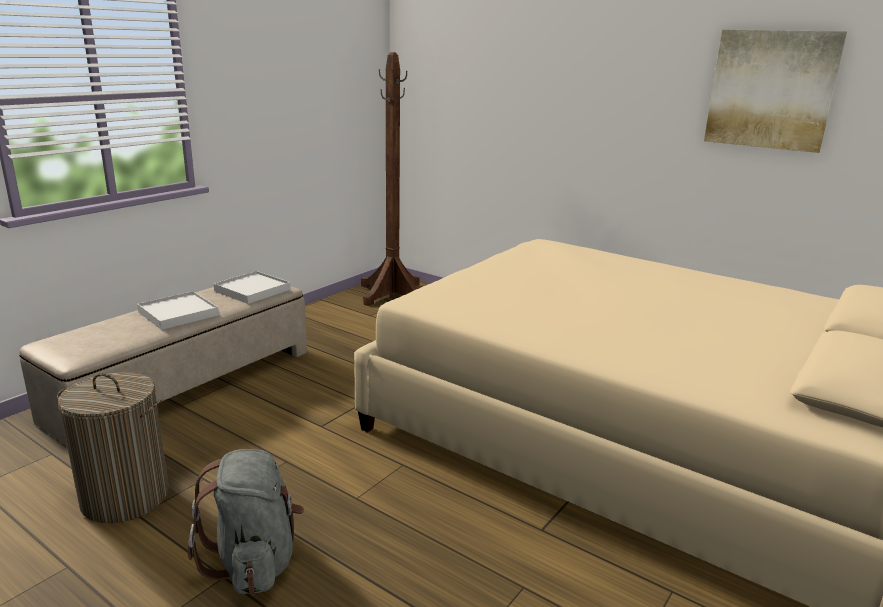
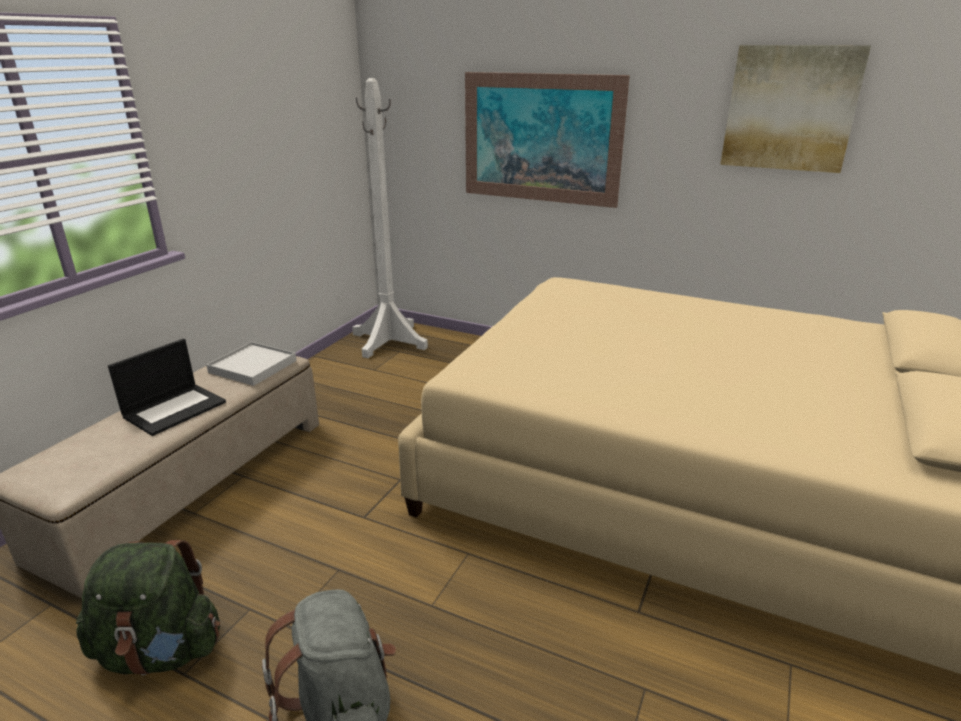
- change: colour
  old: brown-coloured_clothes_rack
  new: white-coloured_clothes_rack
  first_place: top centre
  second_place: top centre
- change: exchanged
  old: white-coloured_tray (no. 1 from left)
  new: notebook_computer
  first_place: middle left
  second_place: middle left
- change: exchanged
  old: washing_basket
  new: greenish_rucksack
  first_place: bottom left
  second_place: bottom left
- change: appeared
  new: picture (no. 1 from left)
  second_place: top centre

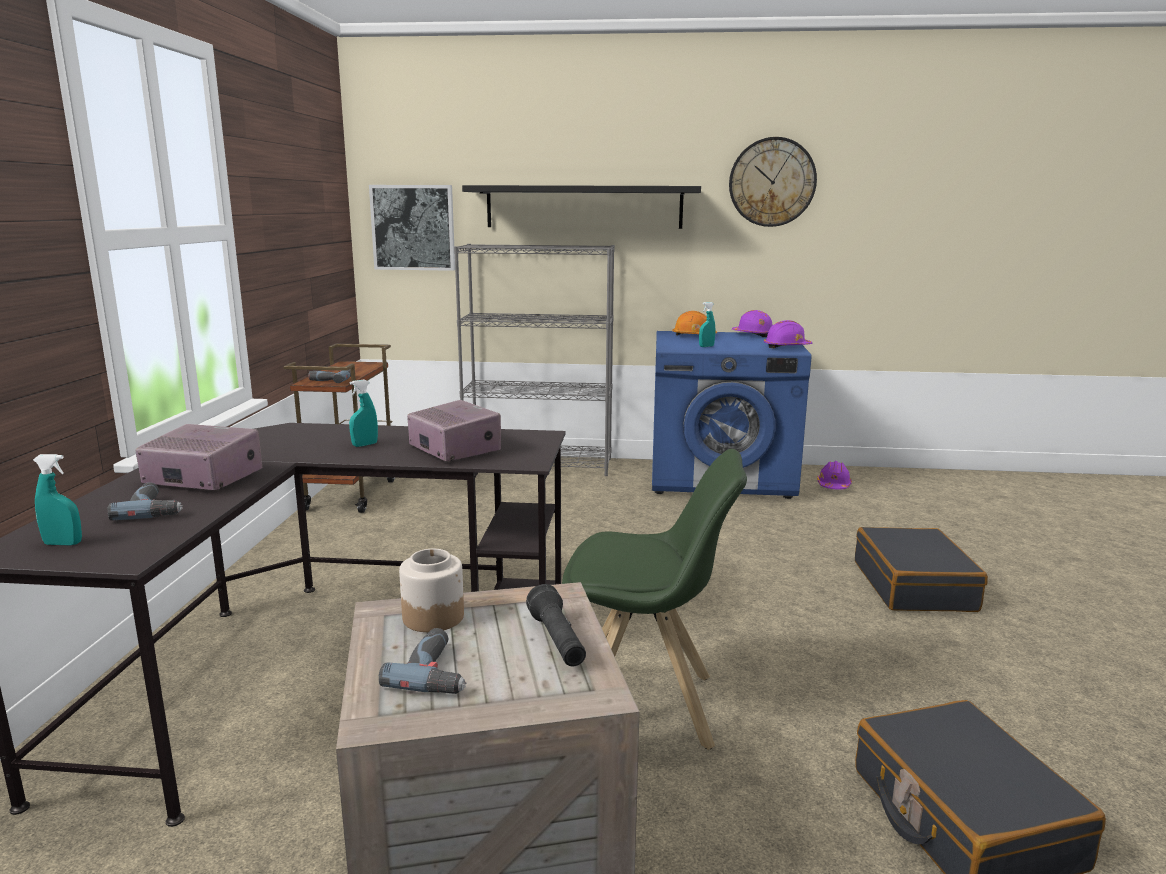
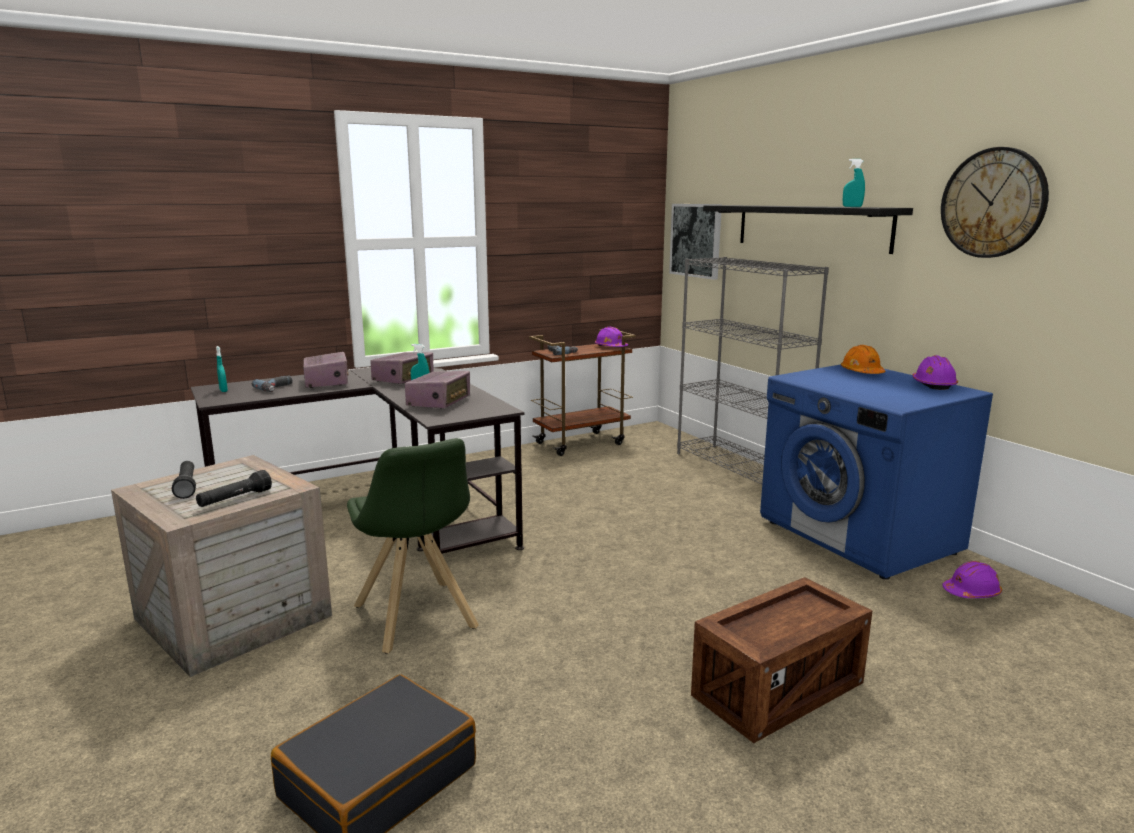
- change: relocated
  old: turquoise-coloured_sprayer (no. 3 from left)
  first_place: centre
  second_place: top right
- change: relocated
  old: purple_safety_helmet (no. 2 from left in the first image)
  new: purple_safety_helmet (no. 1 from left)
  first_place: middle right
  second_place: centre
- change: exchanged
  old: blackish_piece_of_luggage (no. 1 from left)
  new: shipping_crate (no. 2 from left)
  first_place: middle right
  second_place: bottom right
- change: missing
  old: preserve_jar
  first_place: bottom centre
- change: exchanged
  old: drill (no. 3 from left)
  new: blackish_hand_torch (no. 1 from left)
  first_place: bottom centre
  second_place: middle left
- change: appeared
  new: radio_receiver (no. 2 from left)
  second_place: centre

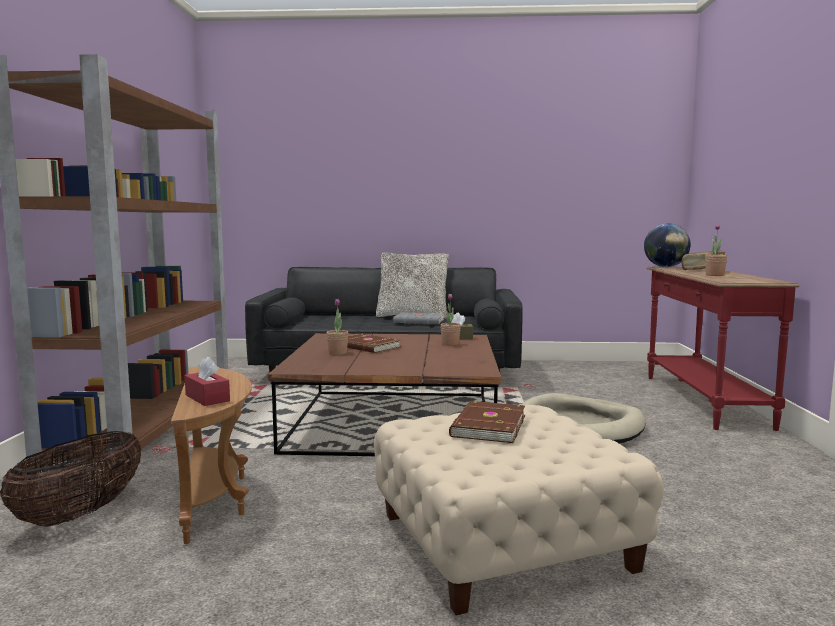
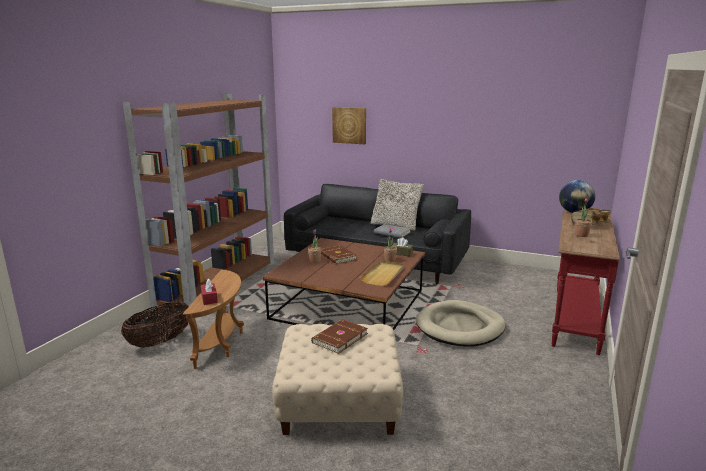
- change: appeared
  new: picture
  second_place: top centre
- change: appeared
  new: sand-coloured_tray
  second_place: centre

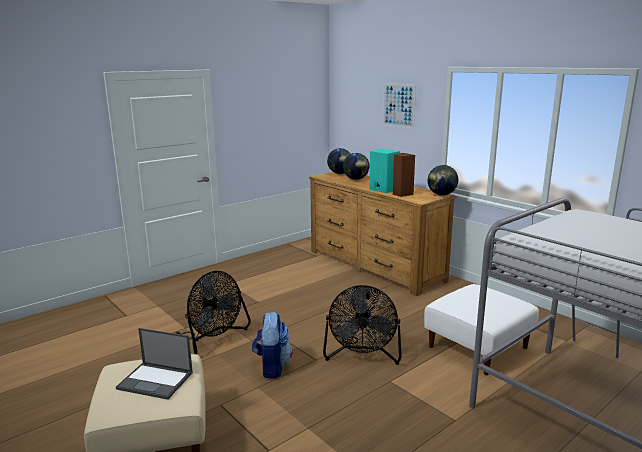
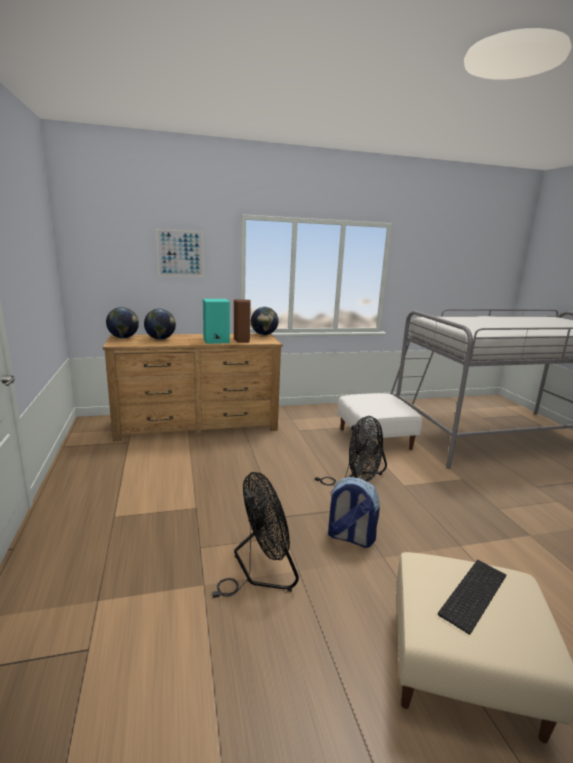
- change: exchanged
  old: notebook_computer
  new: PC_keyboard
  first_place: bottom left
  second_place: bottom right

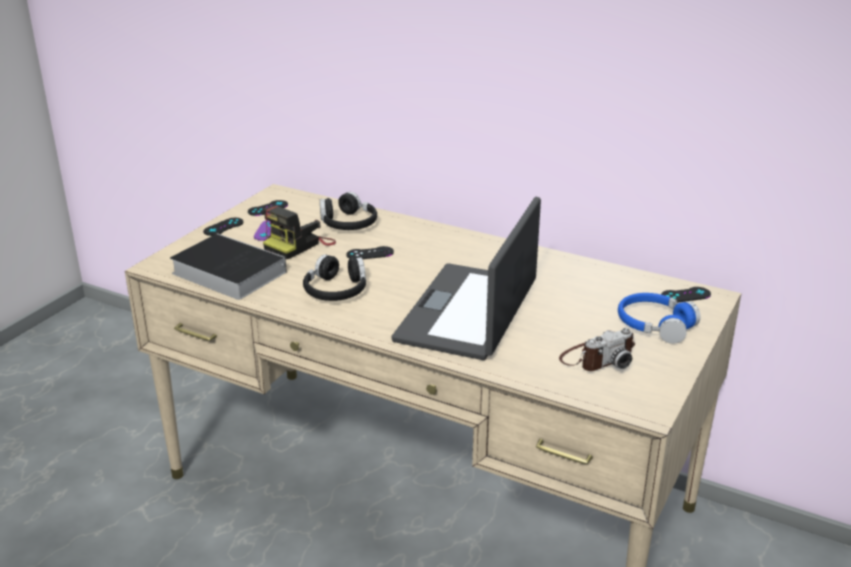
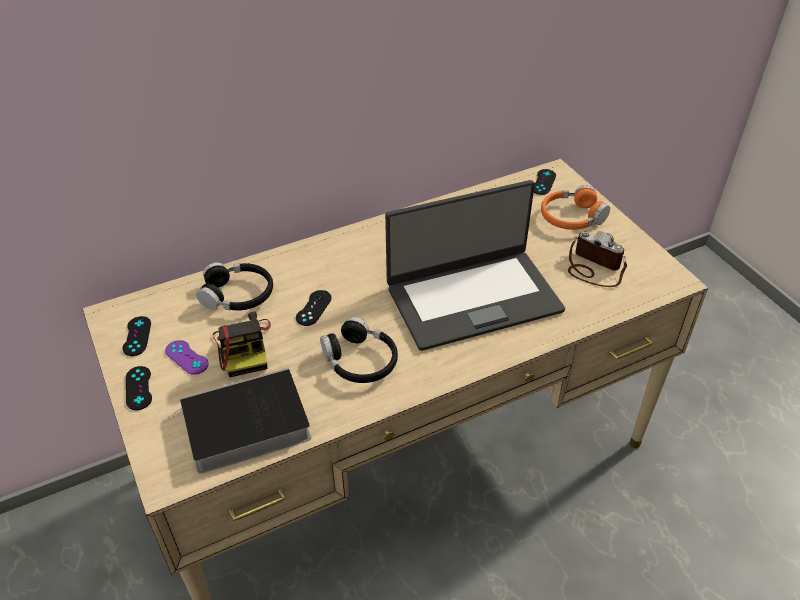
- change: spun
  old: notebook_computer
  first_place: centre
  second_place: centre
  degrees: -75
- change: colour
  old: bluish_pair_of_headphones
  new: orange-coloured_pair_of_headphones
  first_place: middle right
  second_place: middle right
- change: spun
  old: still_camera (no. 2 from left)
  first_place: middle right
  second_place: middle right
  degrees: -60

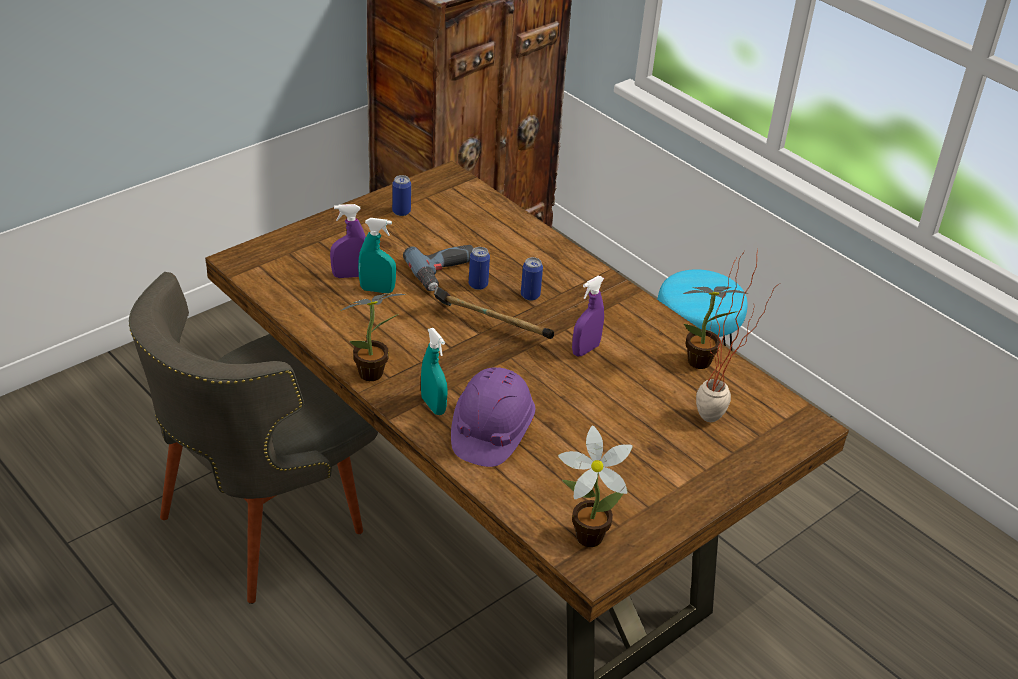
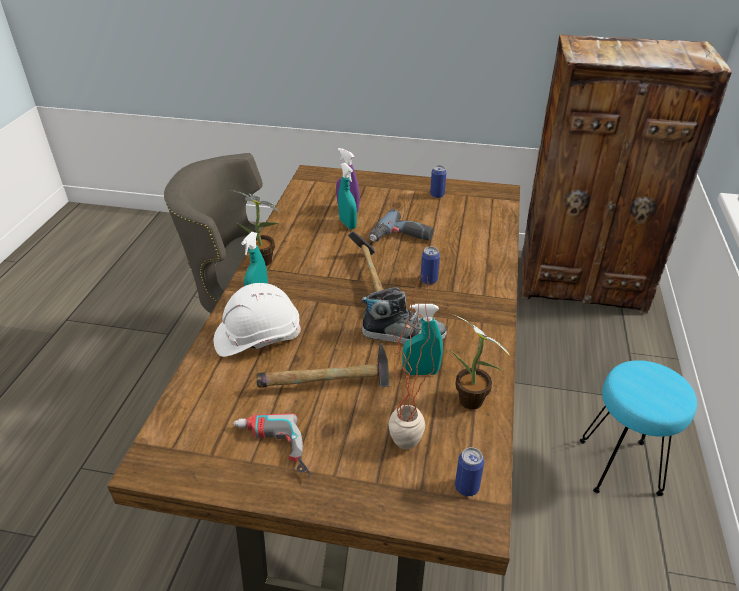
- change: relocated
  old: can (no. 2 from left in the first image)
  new: can (no. 3 from left)
  first_place: centre
  second_place: bottom centre
- change: exchanged
  old: purple_sprayer (no. 2 from left)
  new: low_shoe
  first_place: centre
  second_place: centre
- change: colour
  old: purple_safety_helmet
  new: white-coloured_safety_helmet
  first_place: centre
  second_place: centre
- change: missing
  old: houseplant (no. 2 from left)
  first_place: bottom centre
- change: appeared
  new: turquoise-coloured_sprayer (no. 3 from left)
  second_place: centre
- change: appeared
  new: hammer (no. 1 from left)
  second_place: centre
- change: appeared
  new: drill (no. 1 from left)
  second_place: bottom centre

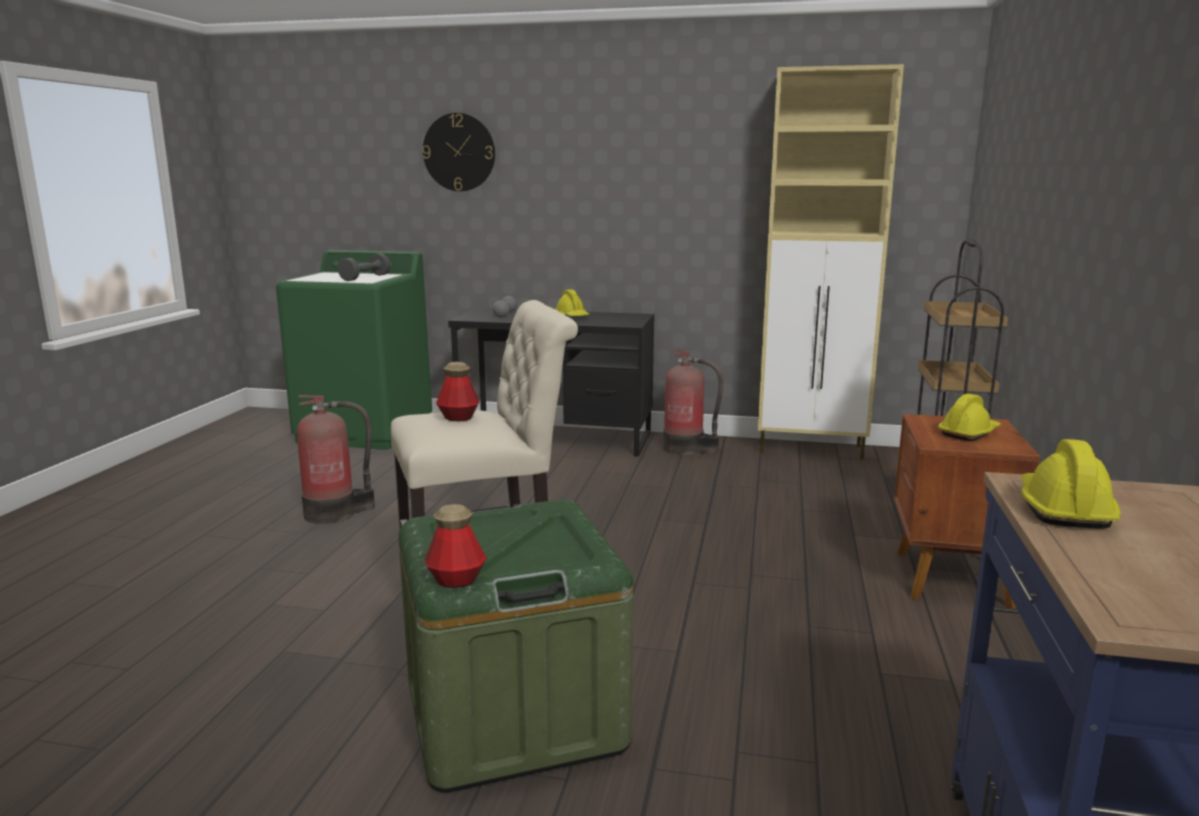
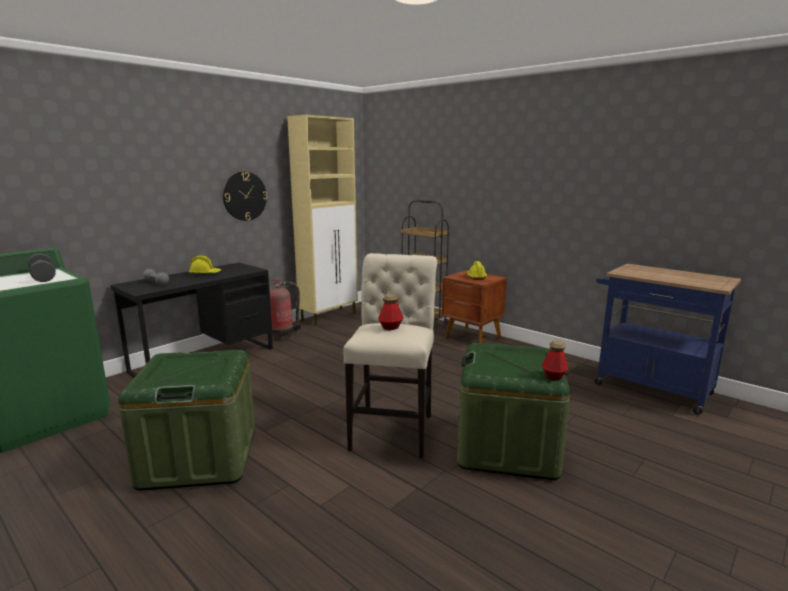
- change: relocated
  old: clock_on_the_wall
  first_place: top centre
  second_place: top left
- change: exchanged
  old: fire_extinguisher (no. 1 from left)
  new: greenish_storage_box (no. 1 from left)
  first_place: middle left
  second_place: bottom left
- change: missing
  old: yellowish_safety_helmet (no. 3 from left)
  first_place: middle right

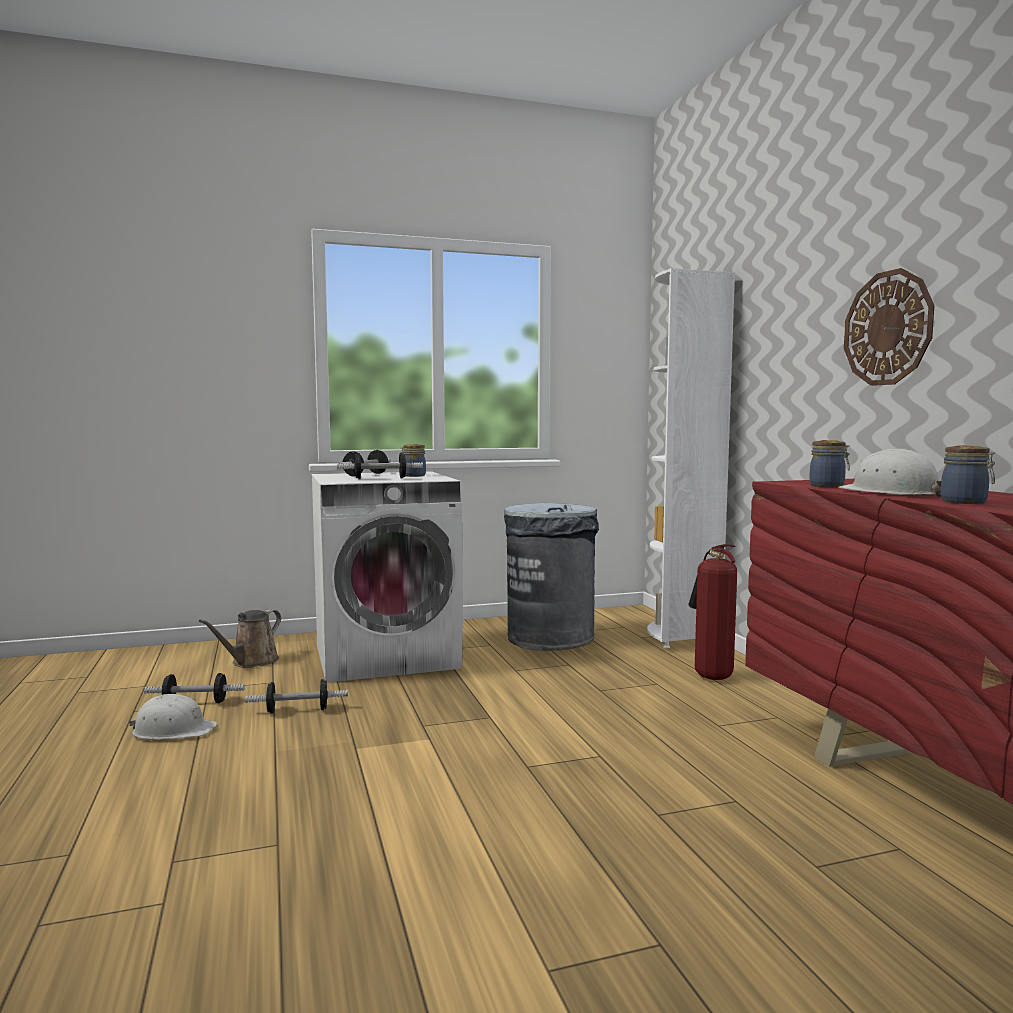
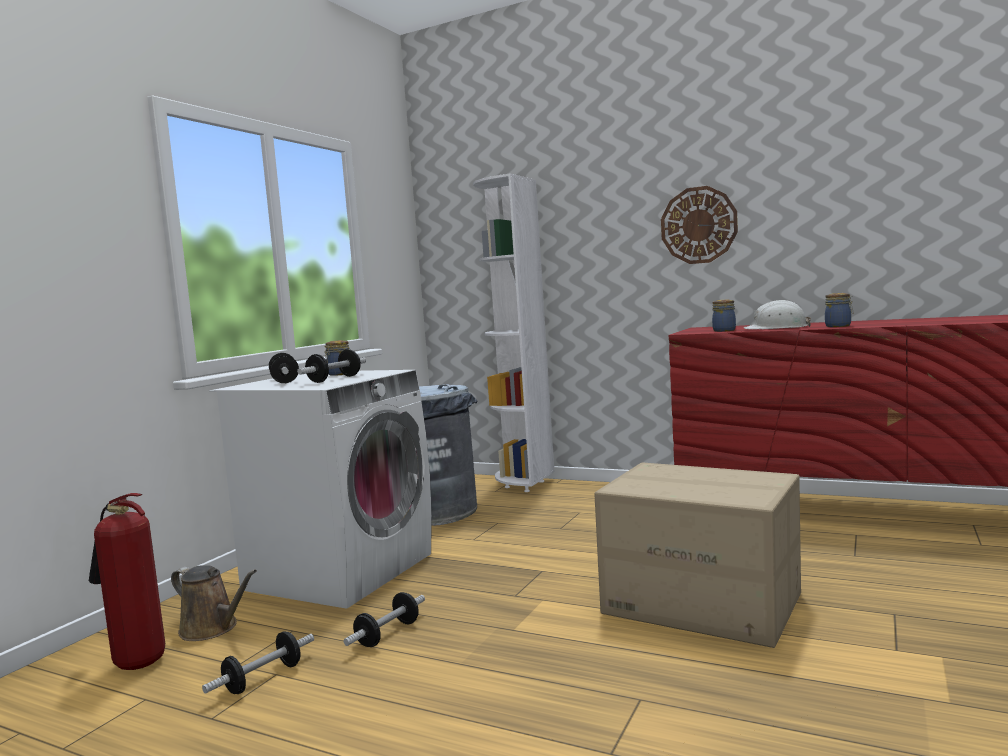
- change: relocated
  old: fire_extinguisher
  first_place: middle right
  second_place: bottom left
- change: spun
  old: brown-coloured_watering_pot
  first_place: middle left
  second_place: bottom left
  degrees: -45
- change: missing
  old: white-coloured_safety_helmet (no. 1 from left)
  first_place: bottom left
- change: appeared
  new: packing_box
  second_place: bottom right

